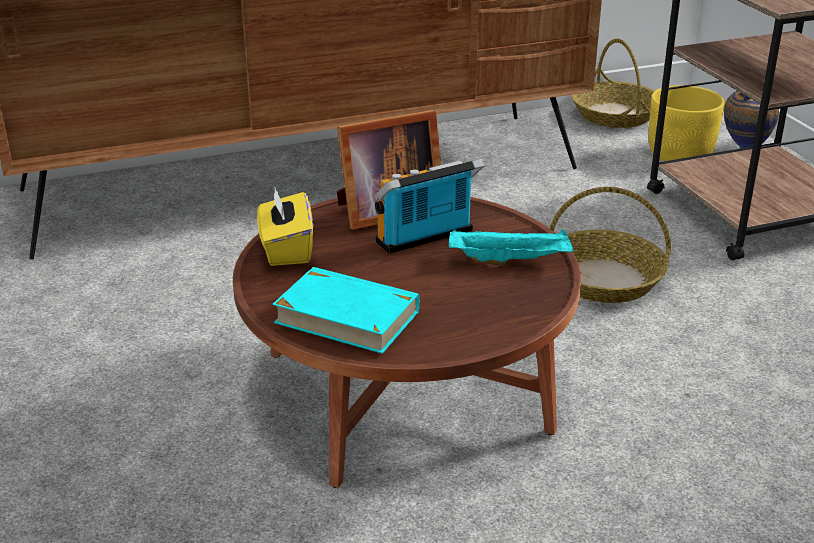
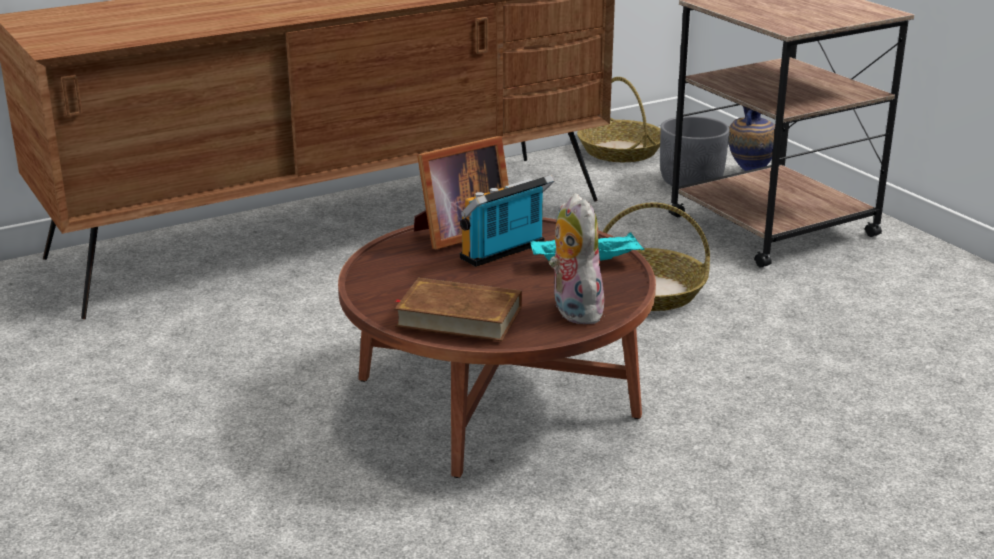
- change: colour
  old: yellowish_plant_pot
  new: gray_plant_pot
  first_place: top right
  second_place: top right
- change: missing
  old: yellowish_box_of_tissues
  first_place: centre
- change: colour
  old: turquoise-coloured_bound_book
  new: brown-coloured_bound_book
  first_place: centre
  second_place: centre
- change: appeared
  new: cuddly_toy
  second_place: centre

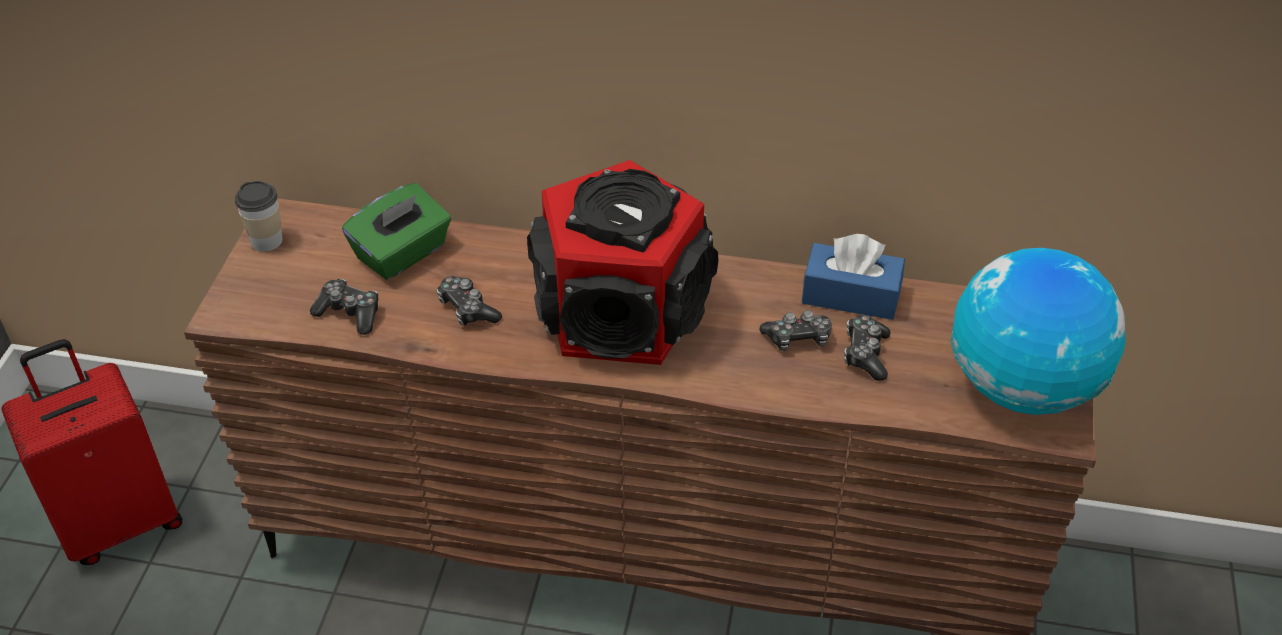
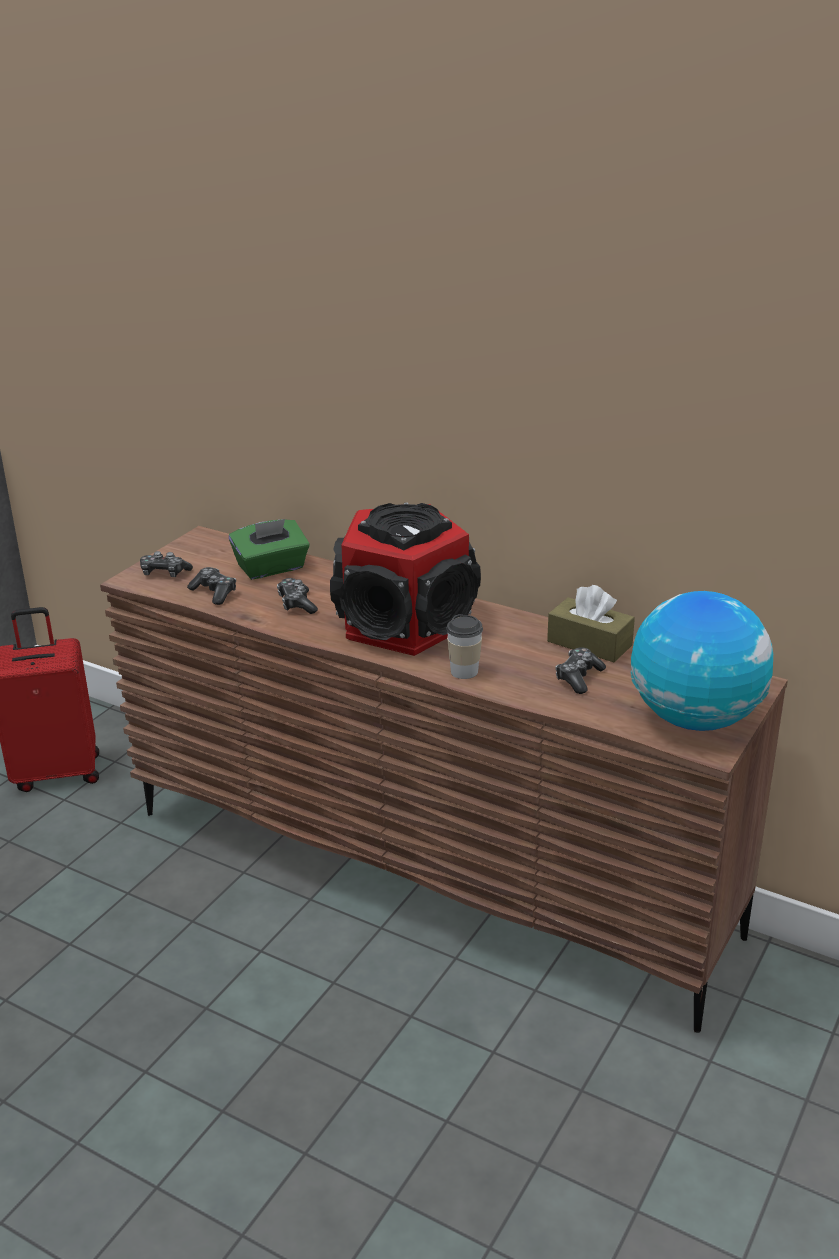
- change: relocated
  old: small_cup
  first_place: middle left
  second_place: centre
- change: colour
  old: bluish_box_of_tissues
  new: brown-coloured_box_of_tissues
  first_place: centre
  second_place: middle right
- change: relocated
  old: joypad (no. 3 from left in the first image)
  new: joypad (no. 1 from left)
  first_place: centre
  second_place: middle left

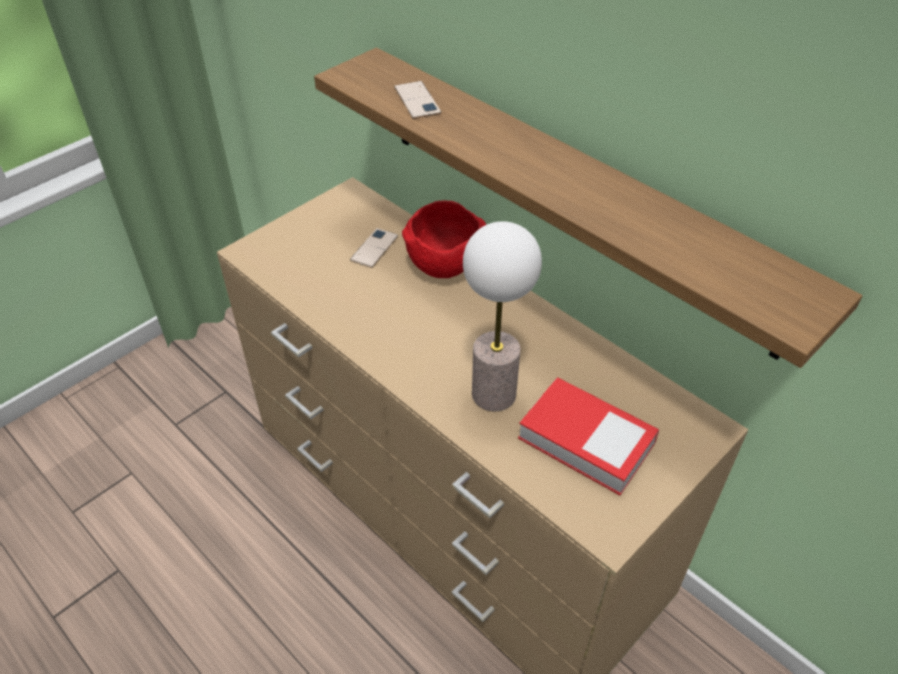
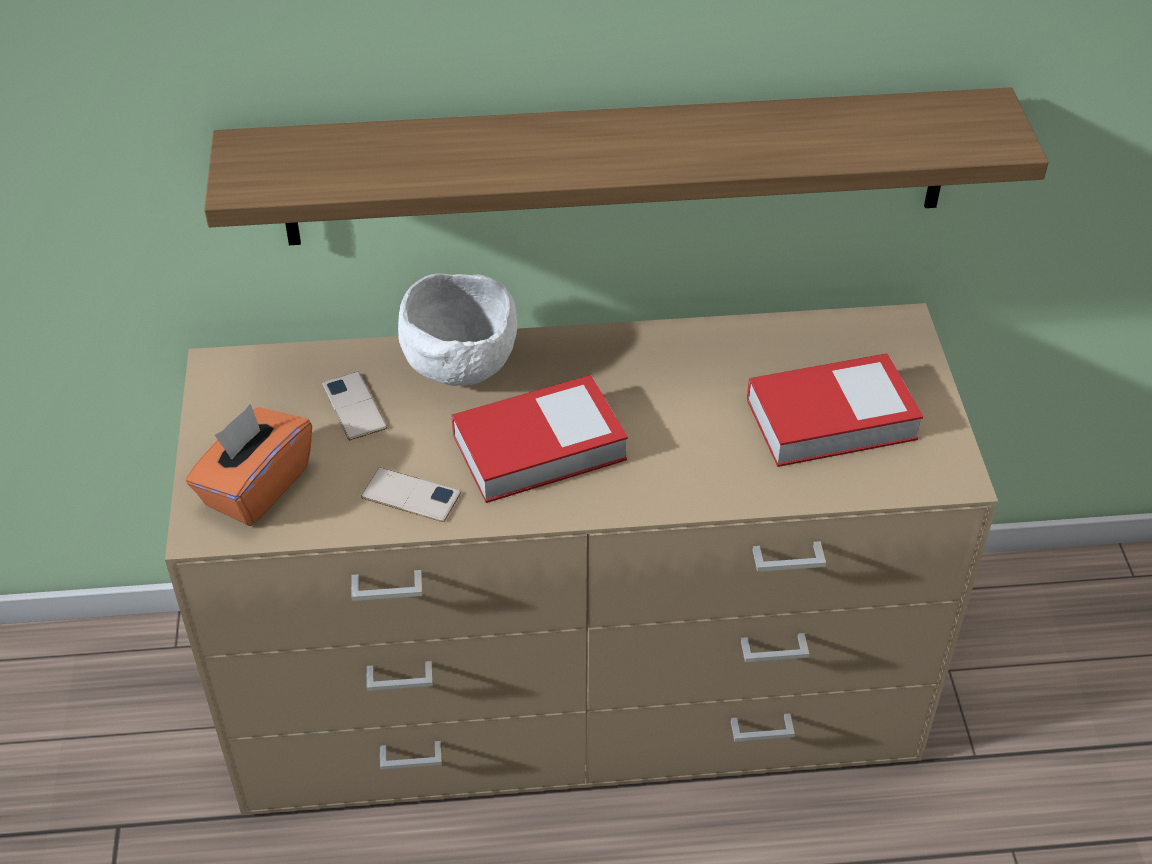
- change: relocated
  old: telephone (no. 2 from left)
  first_place: top centre
  second_place: centre
- change: colour
  old: red-coloured_serving_bowl
  new: white-coloured_serving_bowl
  first_place: centre
  second_place: centre
- change: missing
  old: tabletop_lamp
  first_place: centre
- change: appeared
  new: bound_book (no. 1 from left)
  second_place: centre
- change: appeared
  new: orange-coloured_box_of_tissues
  second_place: middle left

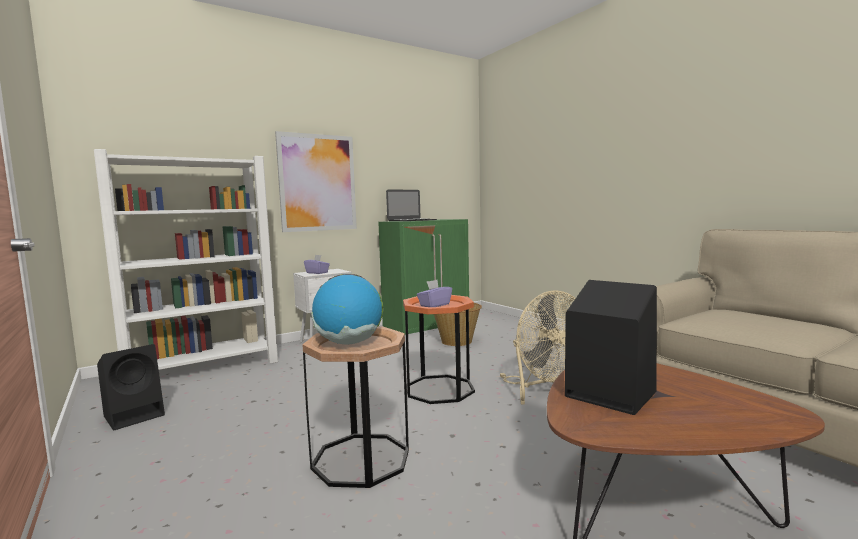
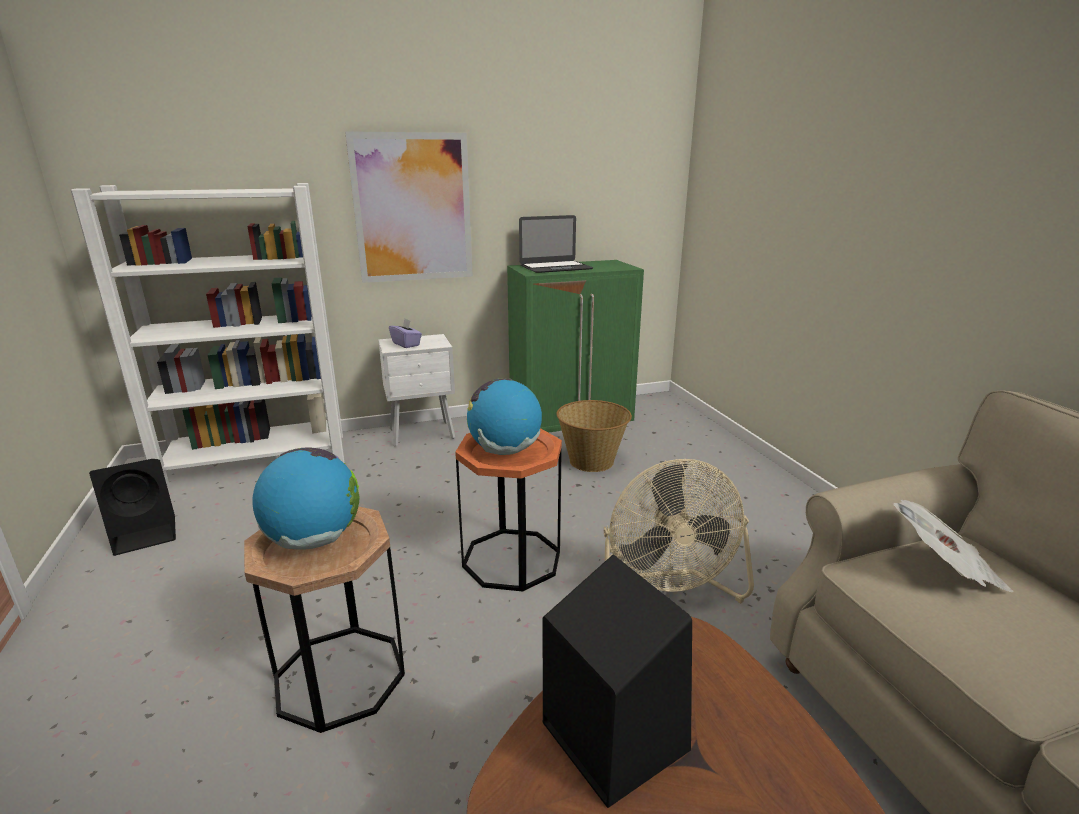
- change: exchanged
  old: purple_box_of_tissues (no. 2 from left)
  new: desk_globe (no. 2 from left)
  first_place: centre
  second_place: centre
- change: appeared
  new: daily_paper
  second_place: bottom right

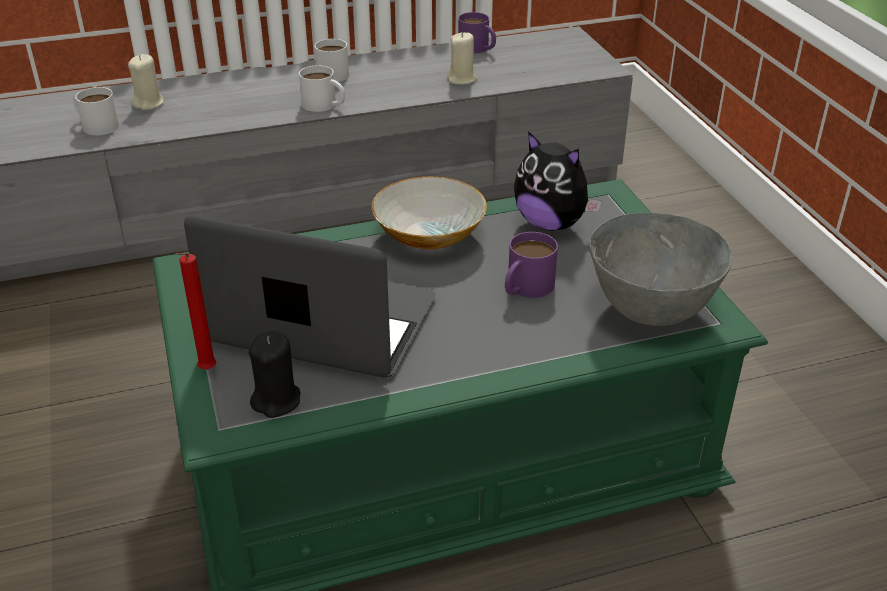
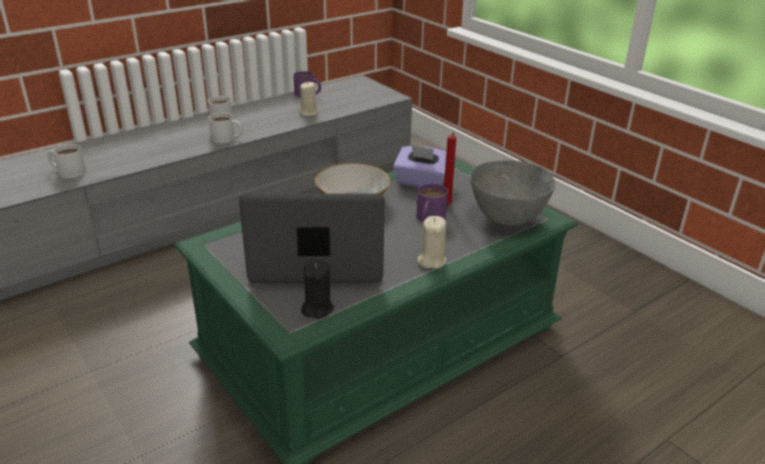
- change: relocated
  old: sand-coloured_candle (no. 1 from left in the first image)
  new: sand-coloured_candle (no. 2 from left)
  first_place: top left
  second_place: centre
- change: exchanged
  old: cuddly_toy
  new: purple_box_of_tissues
  first_place: top centre
  second_place: centre
- change: relocated
  old: red-coloured_candle
  first_place: middle left
  second_place: centre

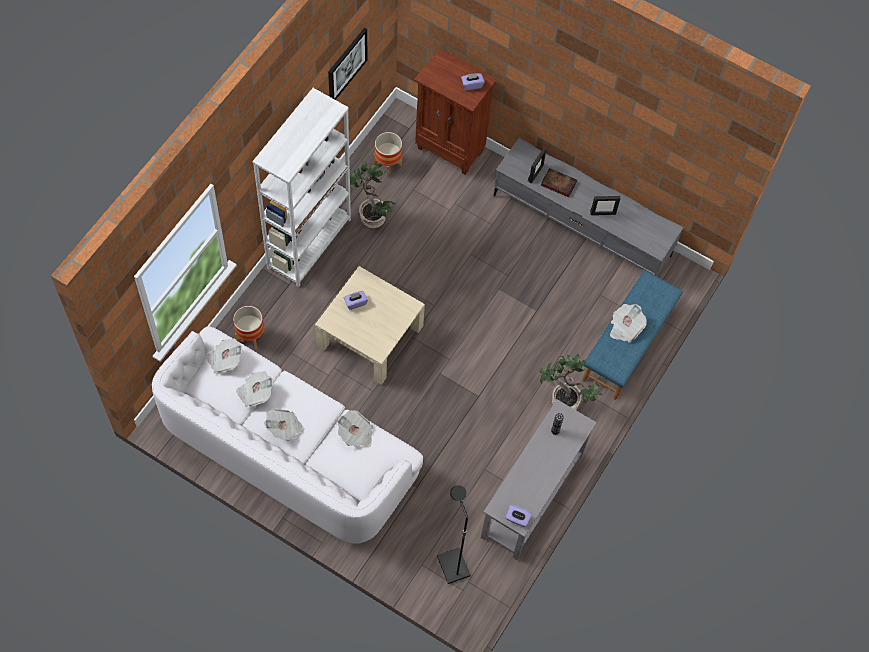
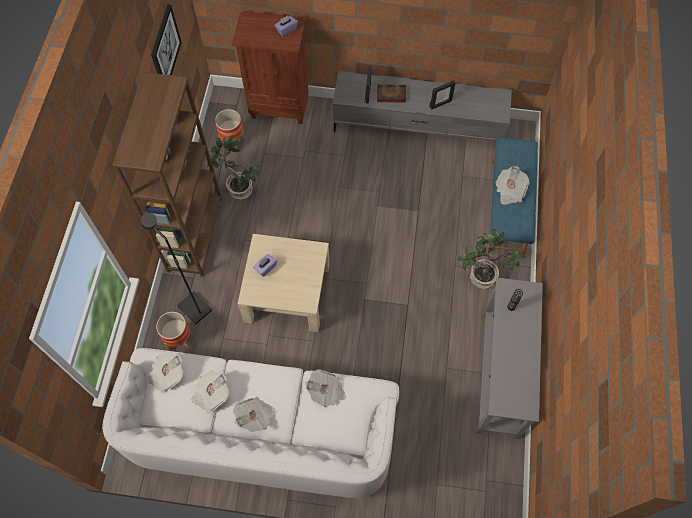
- change: colour
  old: white-coloured_bookshelf
  new: brown-coloured_bookshelf
  first_place: top centre
  second_place: middle left
- change: relocated
  old: blackish_standard_lamp
  first_place: bottom centre
  second_place: middle left
- change: missing
  old: purple_box_of_tissues (no. 3 from left)
  first_place: bottom centre

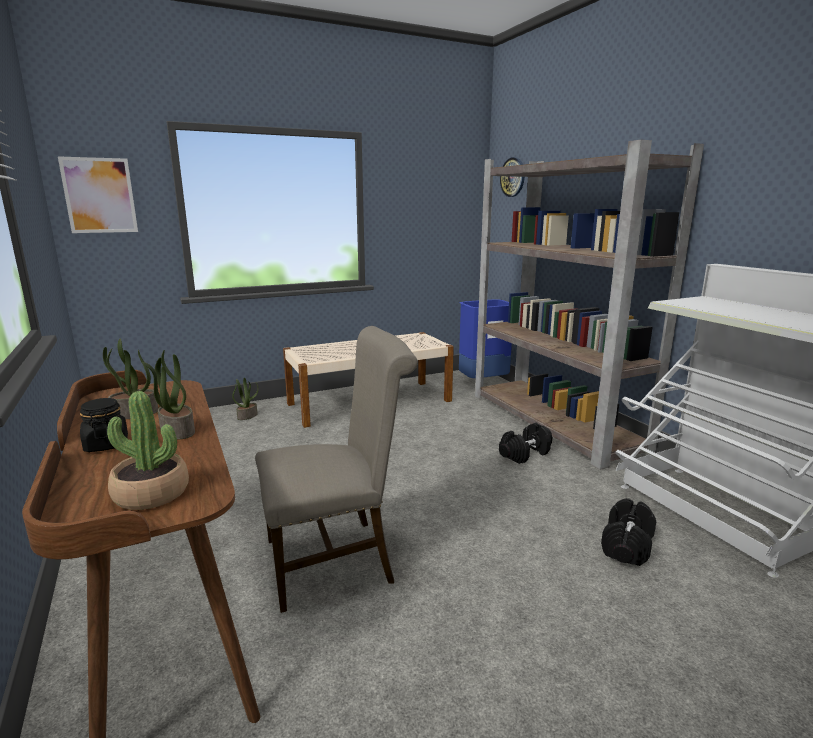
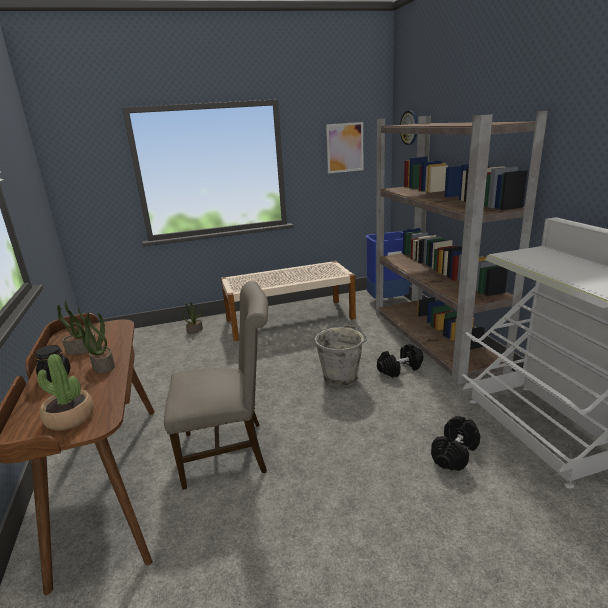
- change: relocated
  old: picture
  first_place: top left
  second_place: top centre
- change: appeared
  new: gray_pail
  second_place: centre

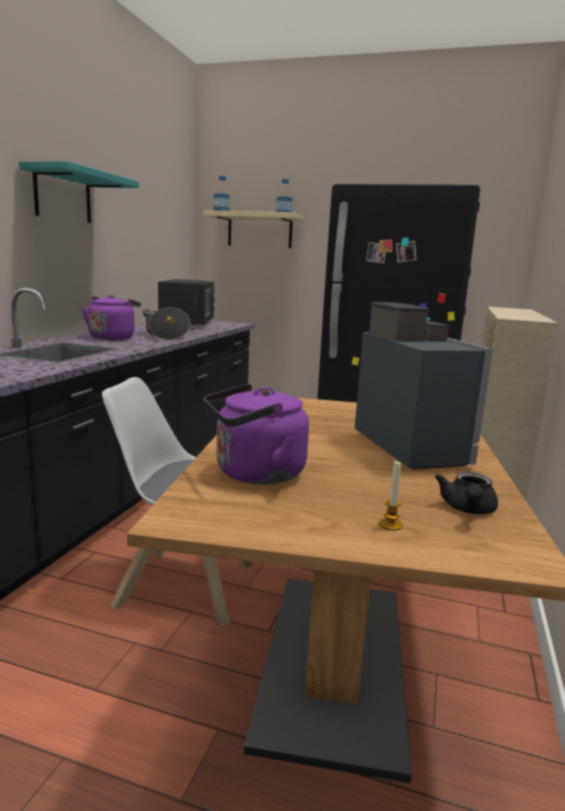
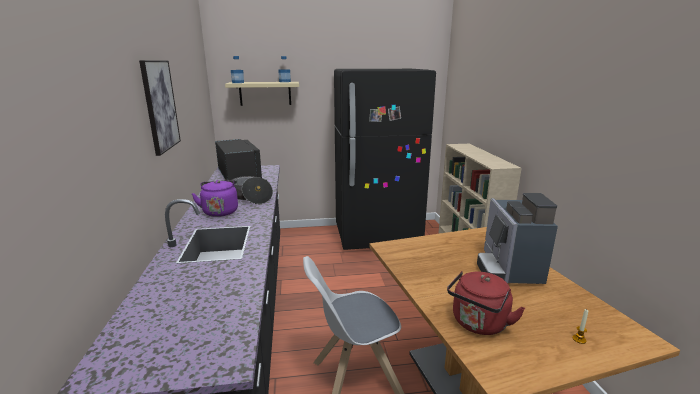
- change: exchanged
  old: turquoise-coloured_wall_shelf
  new: picture
  first_place: top left
  second_place: top left
- change: spun
  old: coffee_maker
  first_place: middle right
  second_place: middle right
  degrees: -135
- change: colour
  old: purple_tea_kettle (no. 2 from left)
  new: red-coloured_tea_kettle
  first_place: centre
  second_place: bottom right
- change: missing
  old: blackish_tea_pot
  first_place: middle right

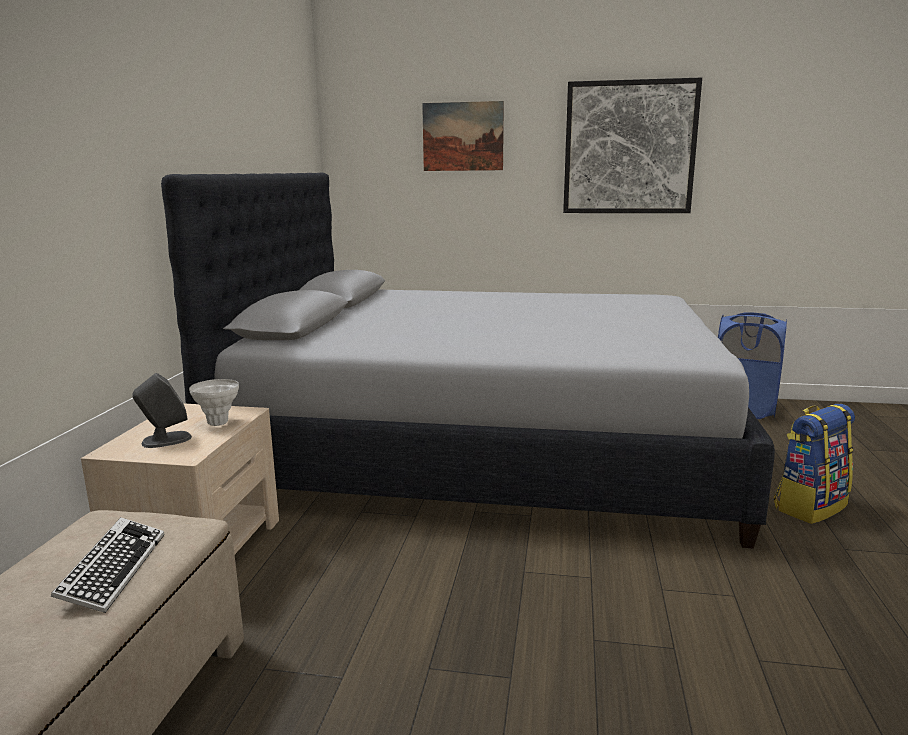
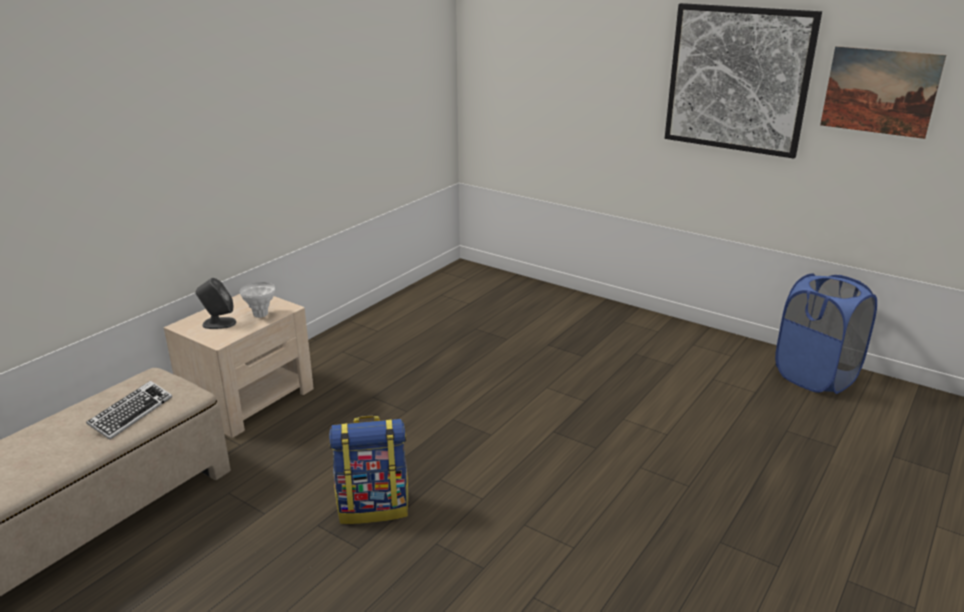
- change: relocated
  old: picture (no. 1 from left in the first image)
  new: picture (no. 2 from left)
  first_place: top centre
  second_place: top right
- change: missing
  old: gray_bed
  first_place: centre
- change: relocated
  old: rucksack
  first_place: middle right
  second_place: bottom centre

